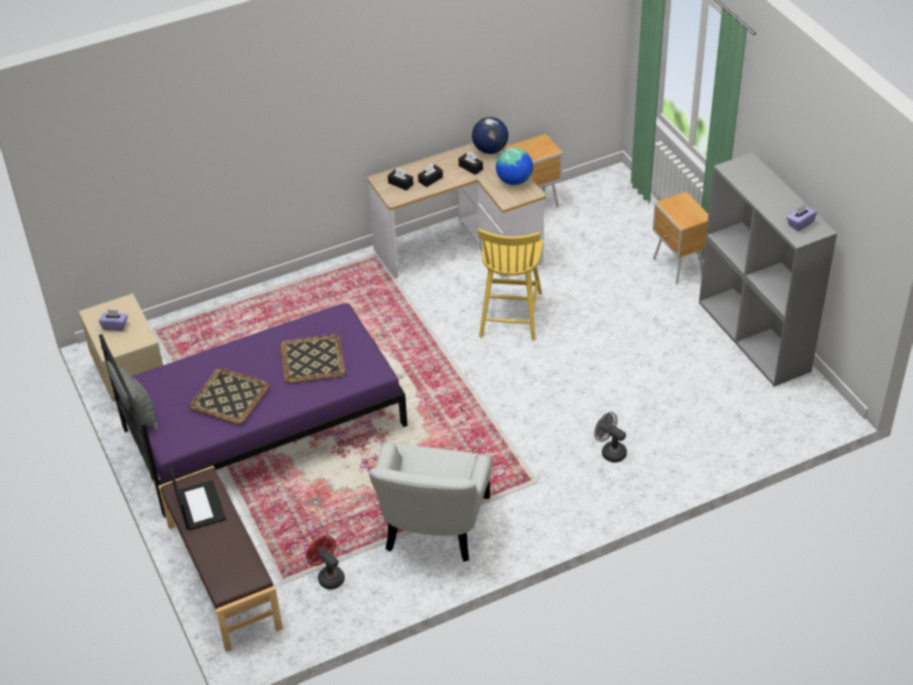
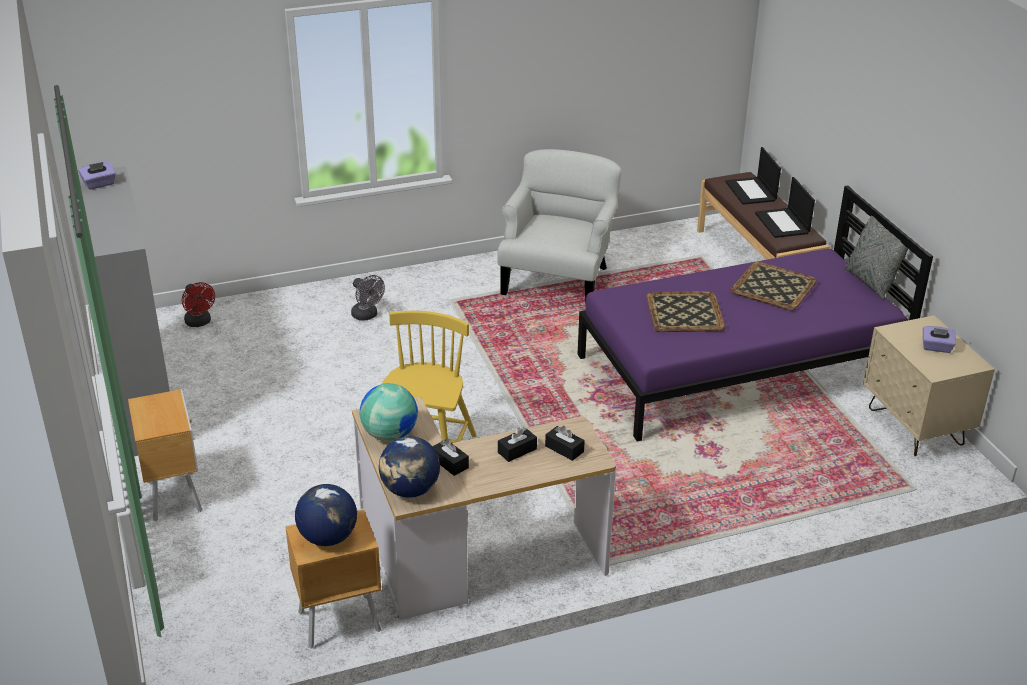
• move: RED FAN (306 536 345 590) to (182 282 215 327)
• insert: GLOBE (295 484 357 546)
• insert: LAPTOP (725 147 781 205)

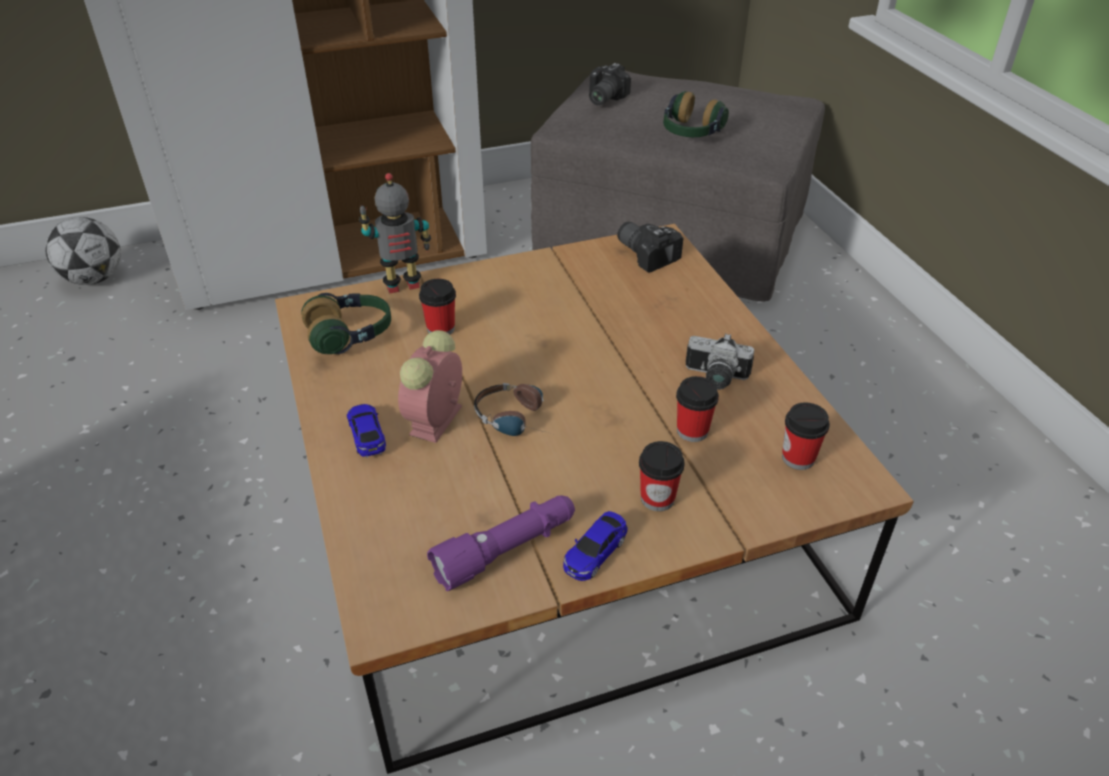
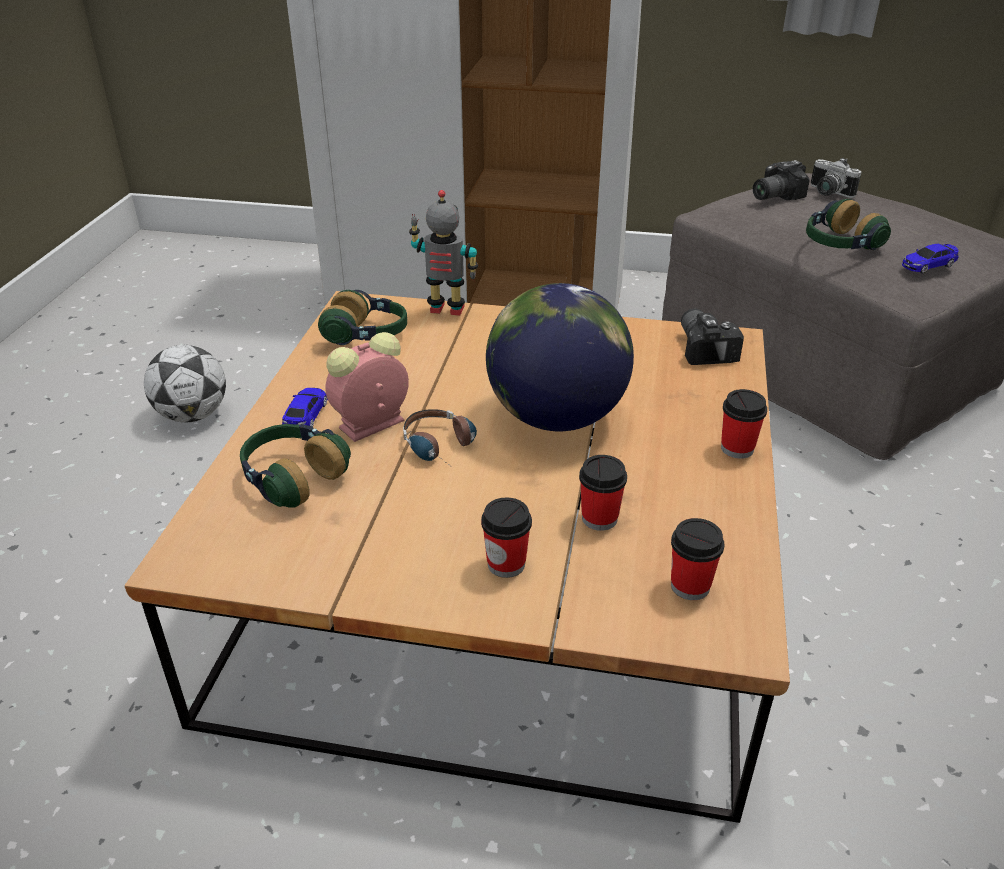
• move: FOOTBALL (45 217 121 285) to (144 345 226 422)
• insert: HEADPHONES (240 424 351 508)
• insert: GLOBE (486 283 634 431)
• move: CUP (419 279 456 335) to (721 389 767 459)
• move: PHOTO CAMERA (686 333 754 390) to (811 158 861 198)
• move: TOY CAR (563 511 628 581) to (902 244 959 273)
• delete: PURPLE FLASHLIGHT (427 496 575 591)

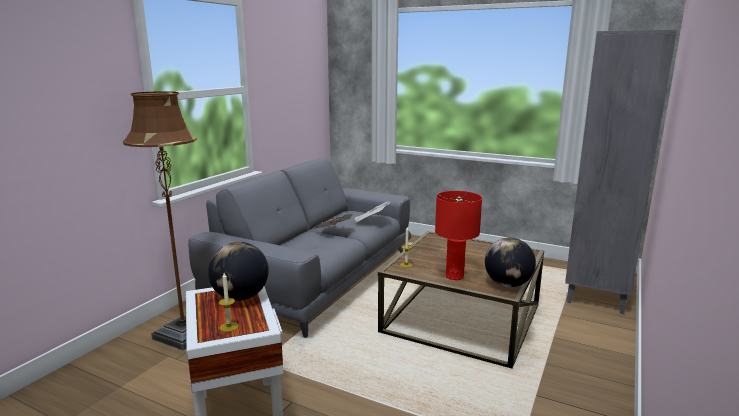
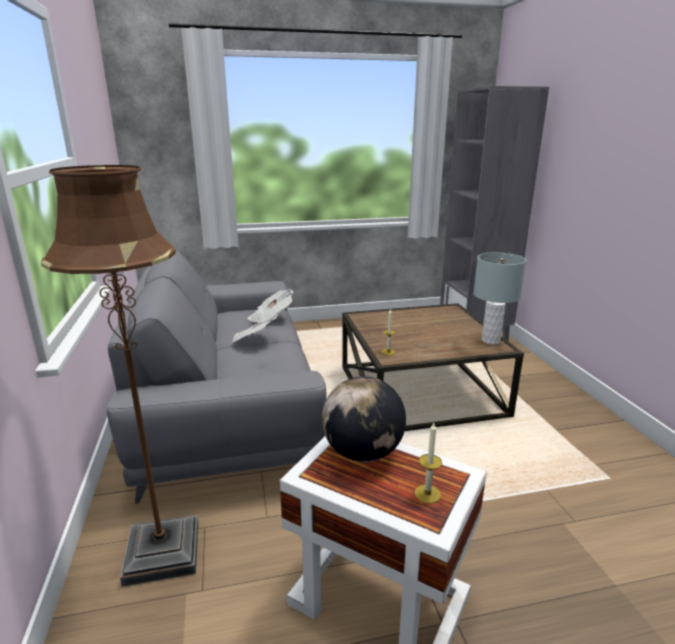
• replace: GLOBE (485 238 536 287) to GREY TABLE LAMP (473 253 526 344)
• delete: RED TABLE LAMP (435 191 482 280)

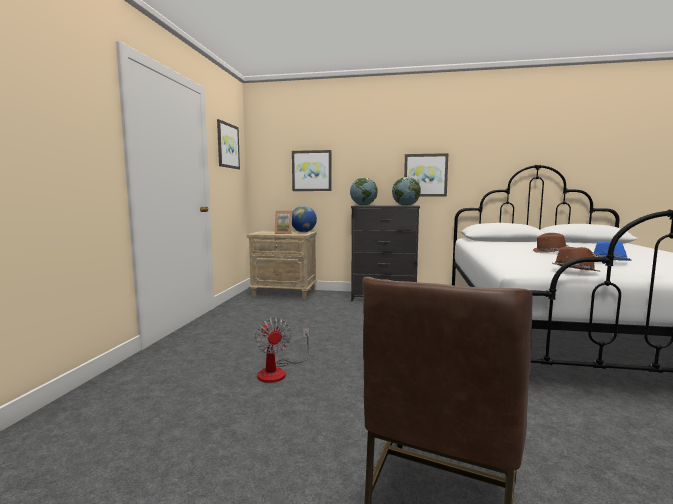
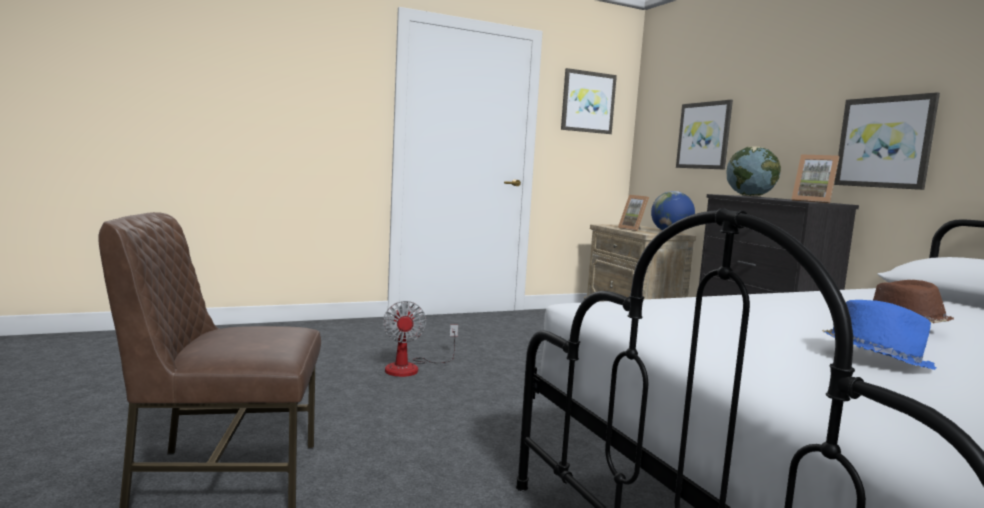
• rotate: FAN (255 318 309 383) = (383 301 458 377) 45 degrees counterclockwise
• replace: GLOBE (392 177 421 206) to PICTURE FRAME (791 154 839 203)
• delete: BROWN HAT (552 247 601 272)

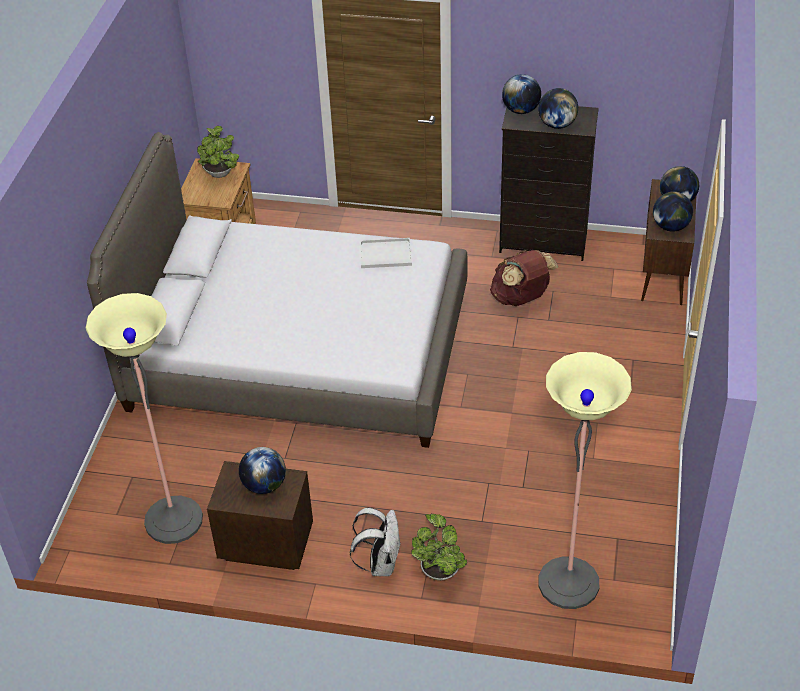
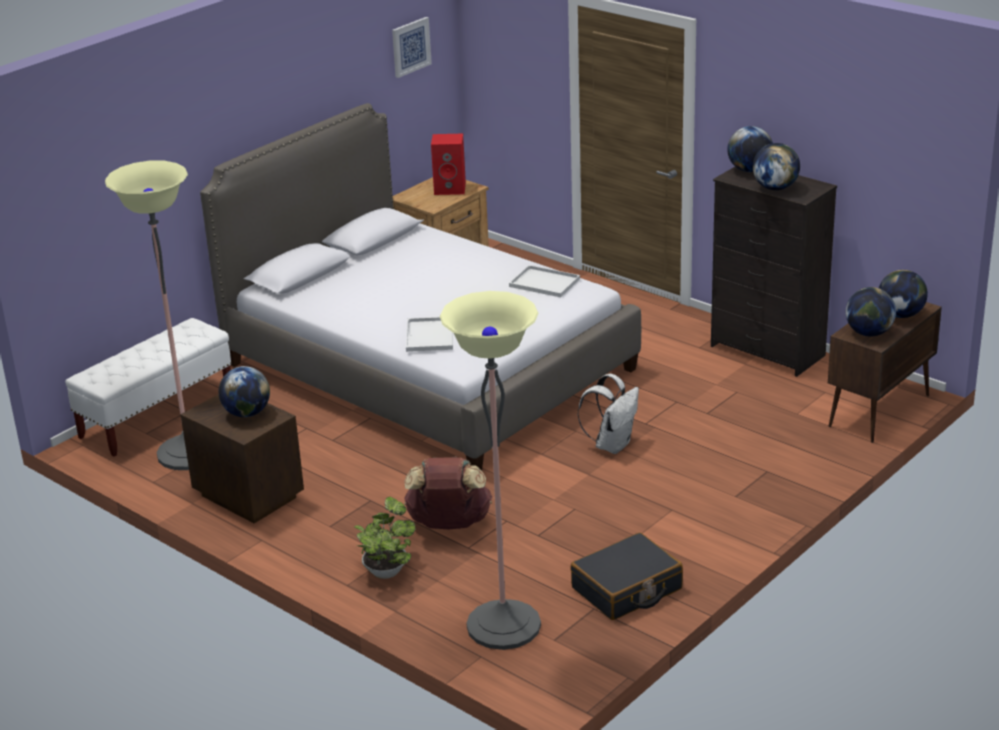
• insert: WHITE BENCH (65 318 231 457)
• insert: PICTURE (392 17 432 78)
• move: BROWN BACKPACK (490 250 558 306) to (404 456 492 529)
• insert: WHITE TRAY (406 317 453 352)
• replace: POTTED PLANT (197 126 239 178) to RED SPEAKER (431 133 466 195)
• insert: BLACK SUITCASE (571 533 683 620)
• move: WHITE BACKPACK (350 508 400 576) to (578 374 639 454)

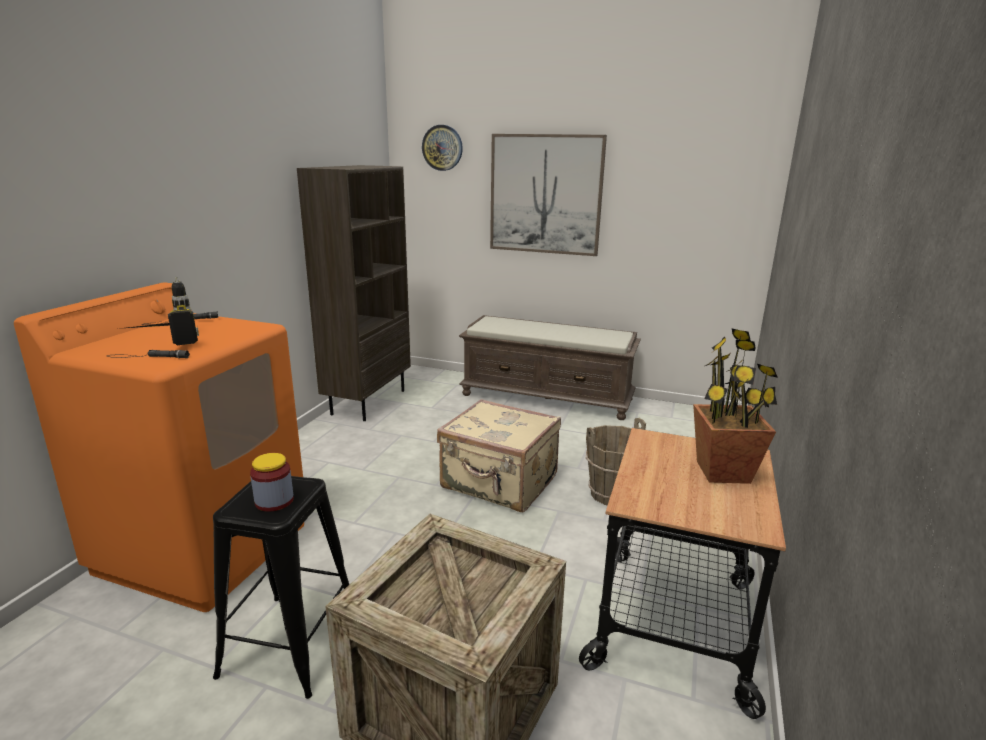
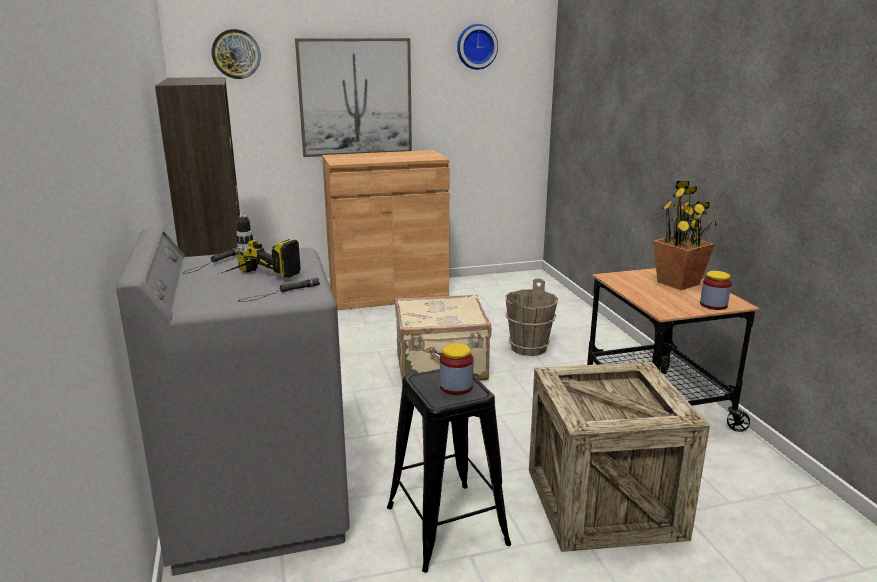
• recolor: ORANGE WASHING MACHINE (14 283 304 612) to GREY WASHING MACHINE (116 228 350 576)
• replace: BROWN BENCH (459 315 641 420) to BROWN CABINET (322 150 450 310)
• insert: WALL CLOCK (457 24 498 70)
• insert: JAR (700 271 731 310)

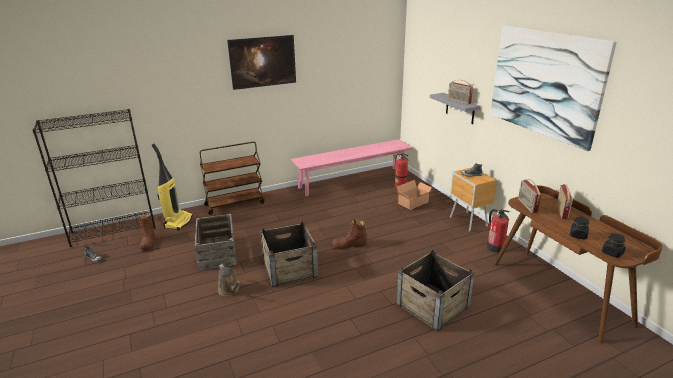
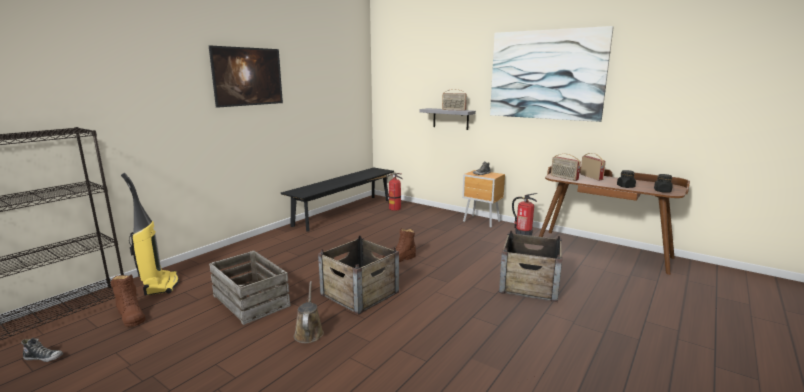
• recolor: PINK BENCH (290 139 413 197) to BLACK BENCH (281 168 394 232)
• rotate: BROWN WATERING CAN (218 264 240 296) = (294 281 324 343) 120 degrees counterclockwise
• delete: BROWN CART (200 142 265 215)
• delete: CARDBOARD BOX (397 180 433 210)

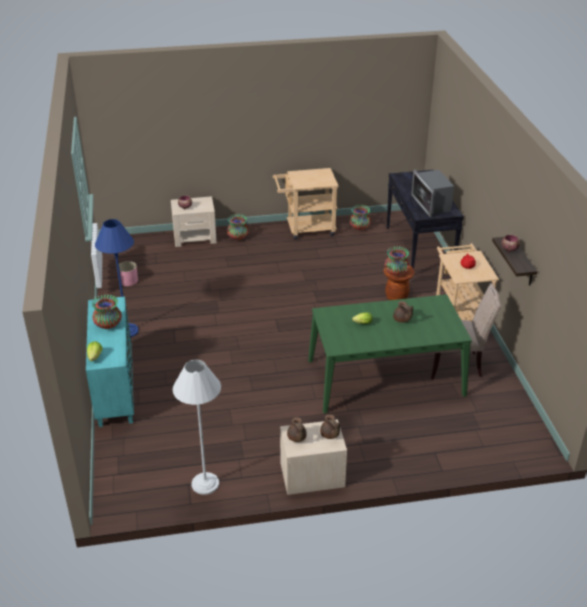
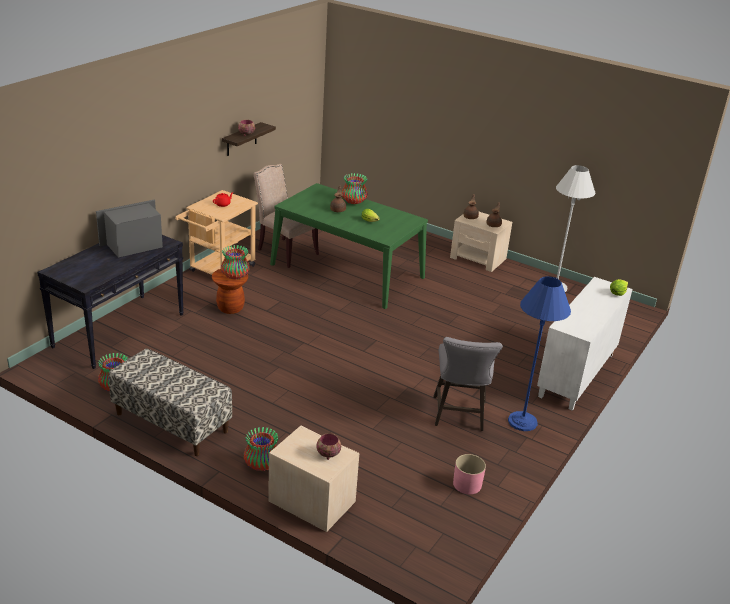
• rotate: MICROWAVE (411 169 454 218) = (96 200 163 258) 150 degrees counterclockwise
• replace: BEIGE CART (273 168 339 240) to BENCH (108 349 232 456)
• move: VASE (91 294 122 329) to (342 173 368 204)
• insert: GREY STOOL (433 337 503 431)
• recolor: TURQUOISE CABINET (86 297 134 427) to WHITE CABINET (537 277 633 411)

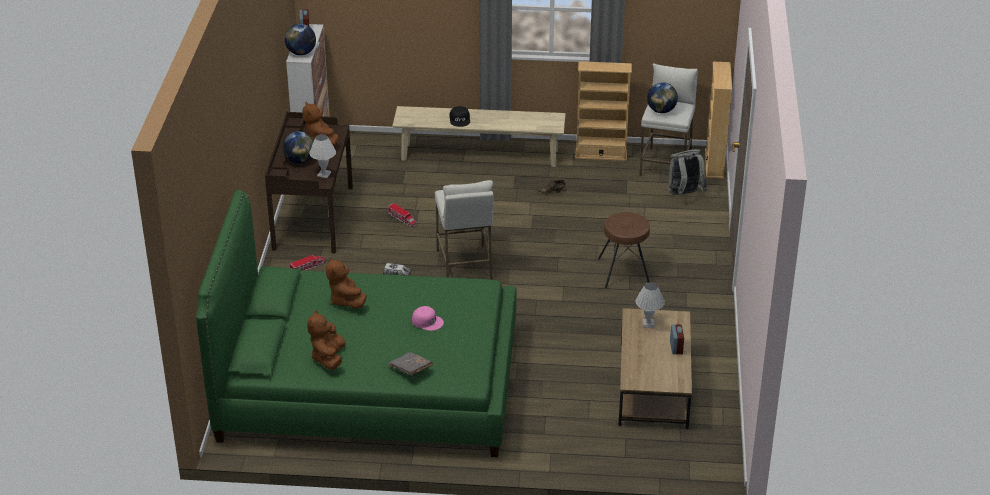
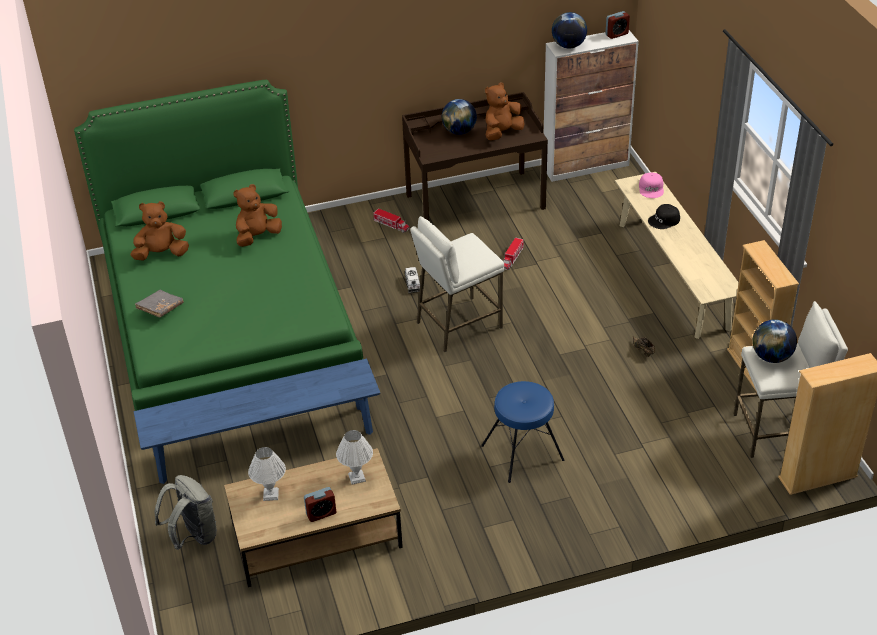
• insert: BLUE BENCH (134 359 380 484)
• move: GREY BACKPACK (668 149 707 196) to (155 475 217 550)
• move: WHITE TABLE LAMP (309 134 336 178) to (248 447 286 501)
• recolor: BROWN STOOL (598 212 650 288) to BLUE STOOL (481 381 564 483)
• move: PINK CAP (412 306 444 331) to (639 173 664 198)

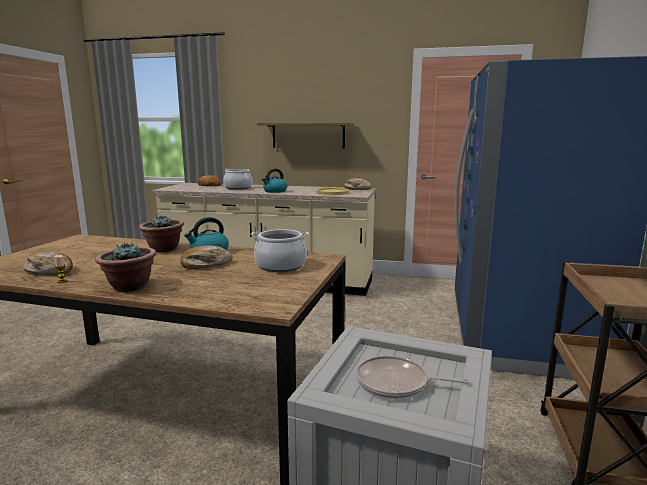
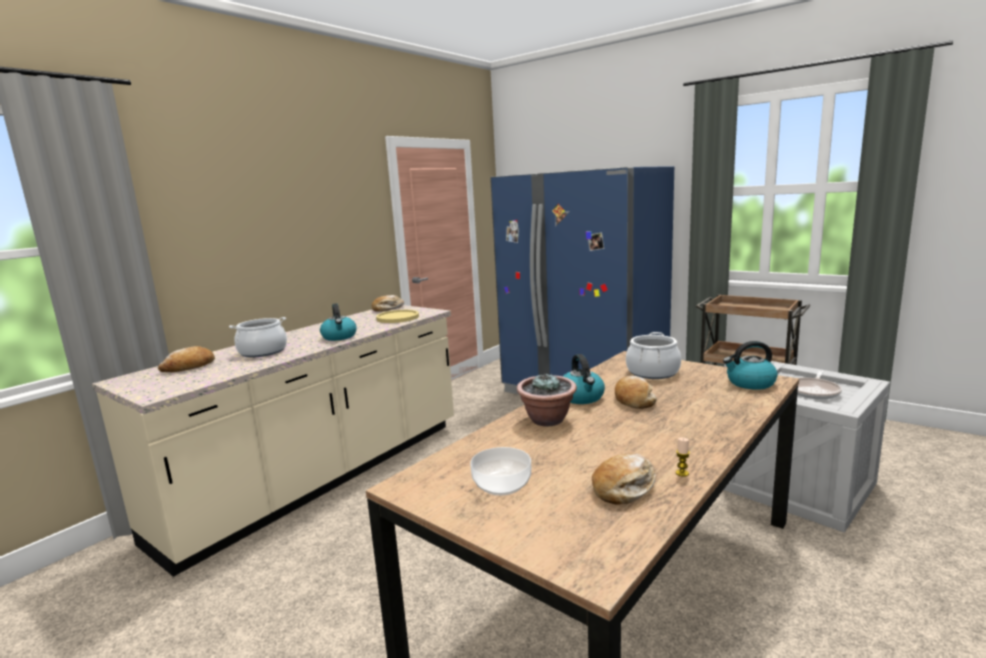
• insert: BOWL (470 447 531 496)
• insert: KETTLE (723 341 778 390)
• delete: POTTED PLANT (95 242 156 292)
• delete: SHELF (257 123 354 149)

